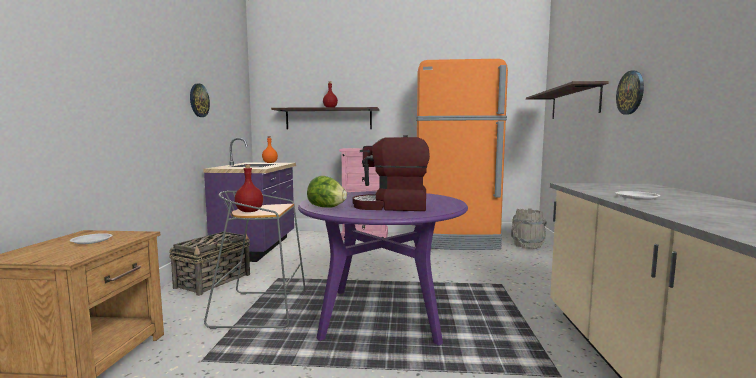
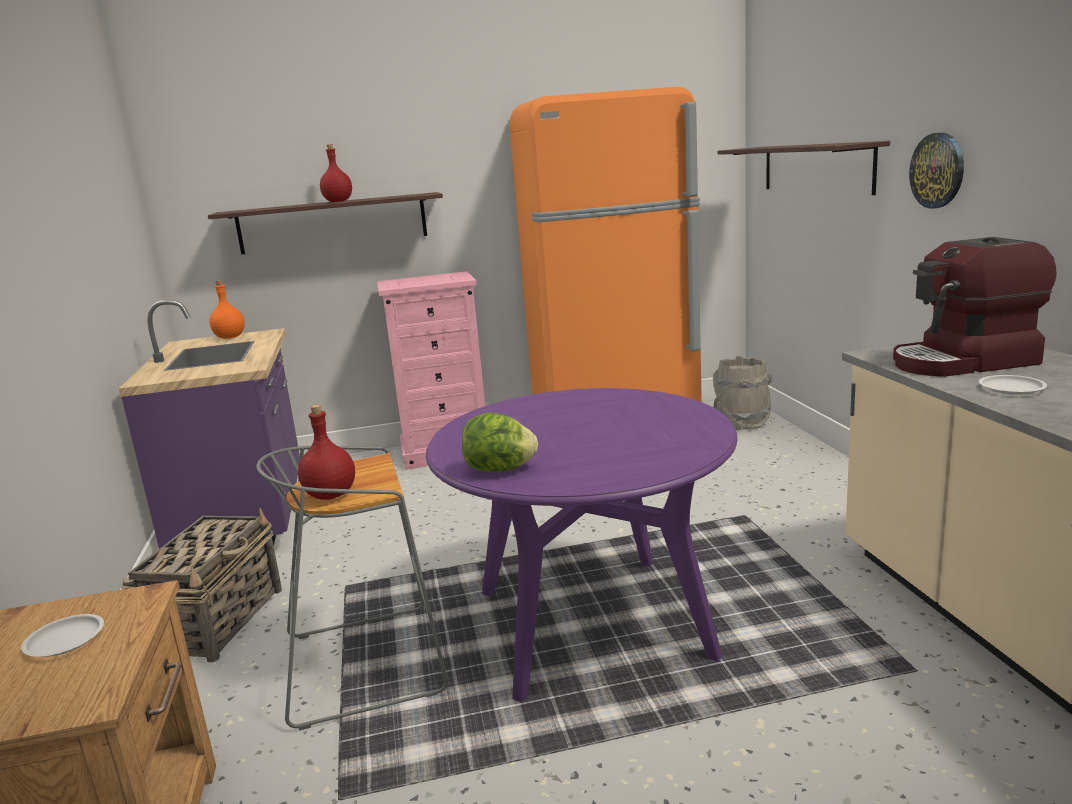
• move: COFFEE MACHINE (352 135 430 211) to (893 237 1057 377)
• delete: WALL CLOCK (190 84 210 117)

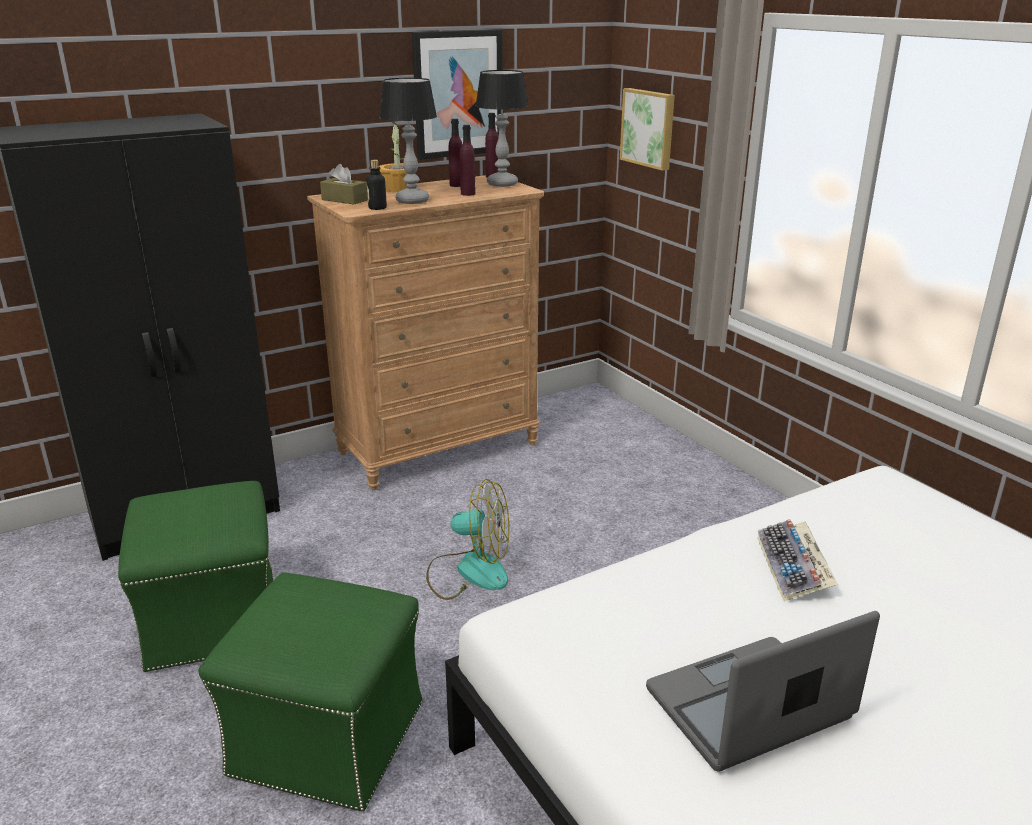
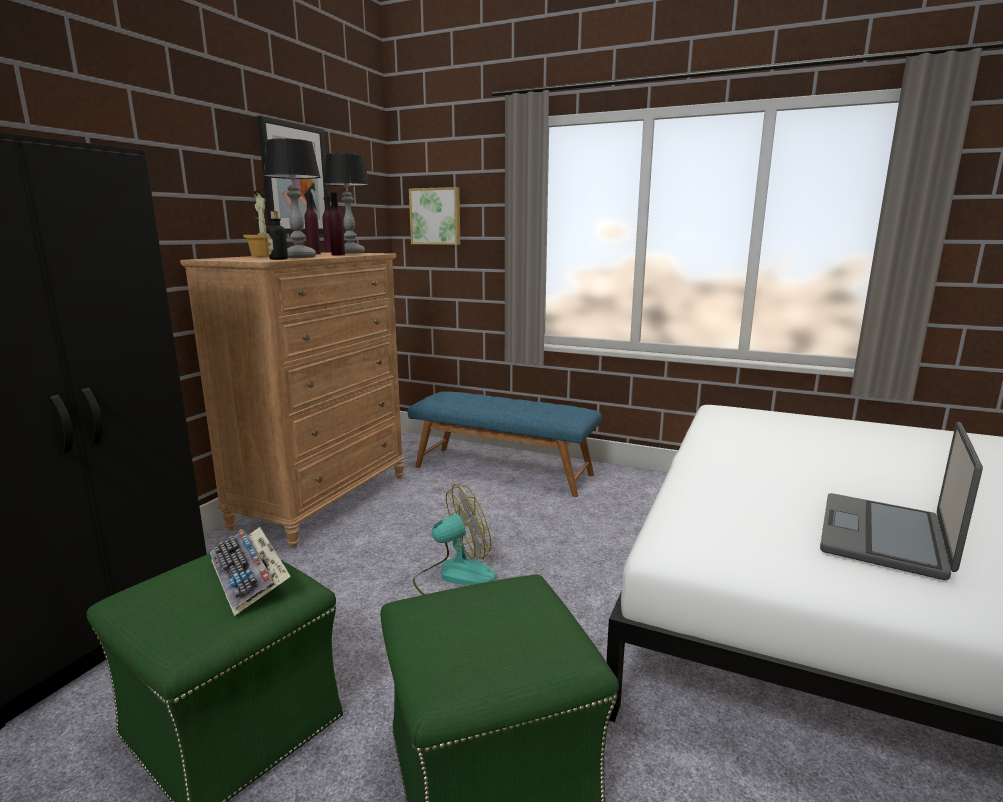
• move: KEYBOARD (757 519 837 601) to (210 527 291 616)
• insert: BLUE BENCH (407 391 602 497)
• delete: BROWN TISSUE BOX (320 164 368 205)

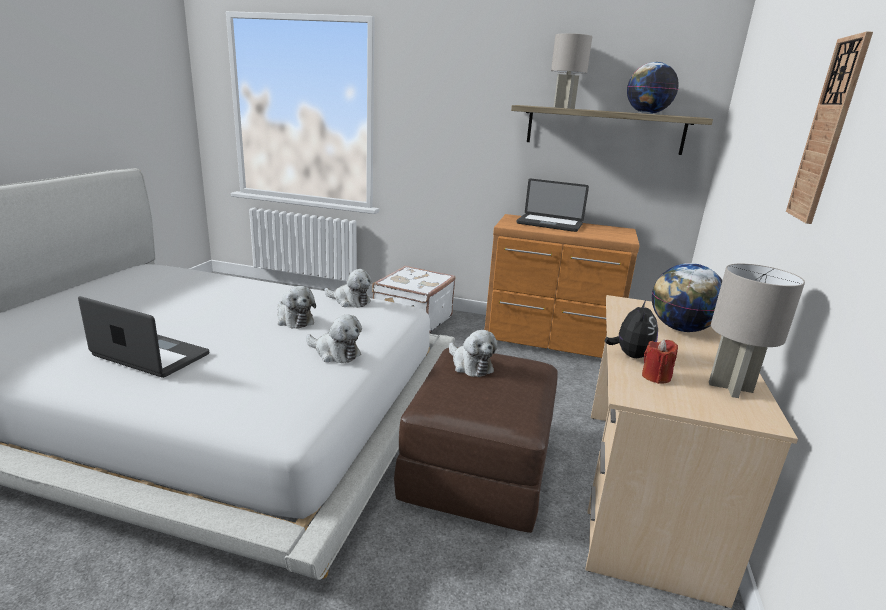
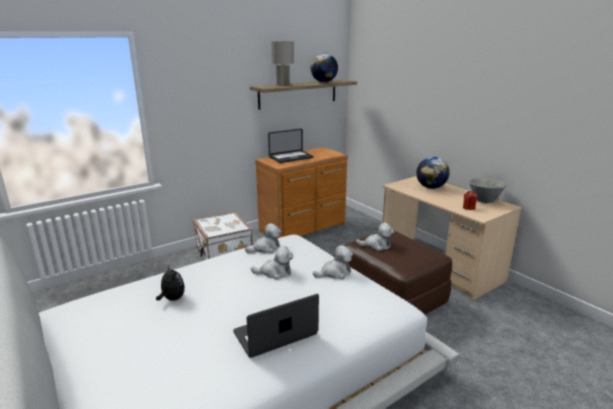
• move: PLUSH TOY (604 299 658 358) to (156 265 185 301)
• replace: GREY TABLE LAMP (709 264 805 398) to GREY BOWL (469 178 506 203)
• delete: WALL CLOCK (786 32 873 224)

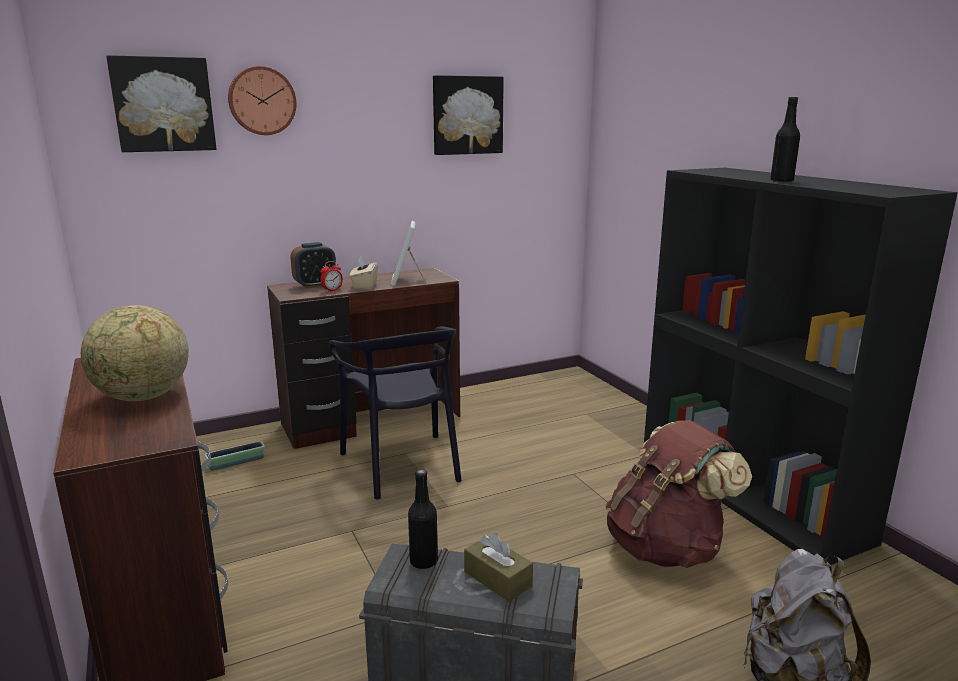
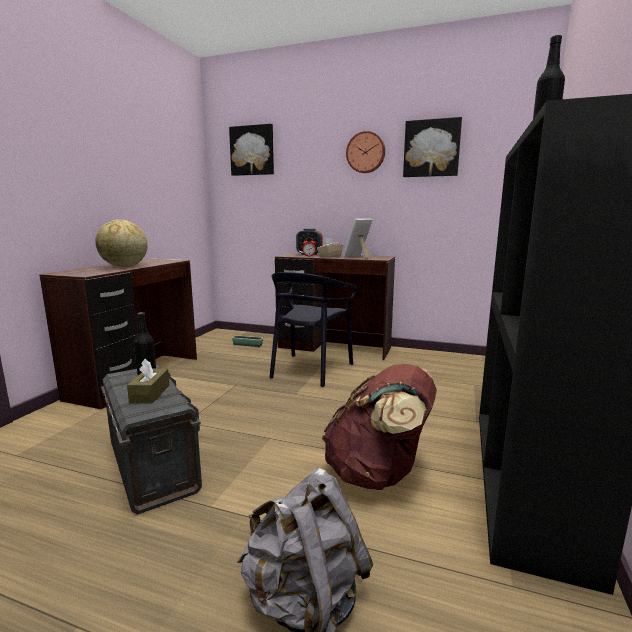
• move: WALL CLOCK (228 66 297 135) to (346 131 385 173)

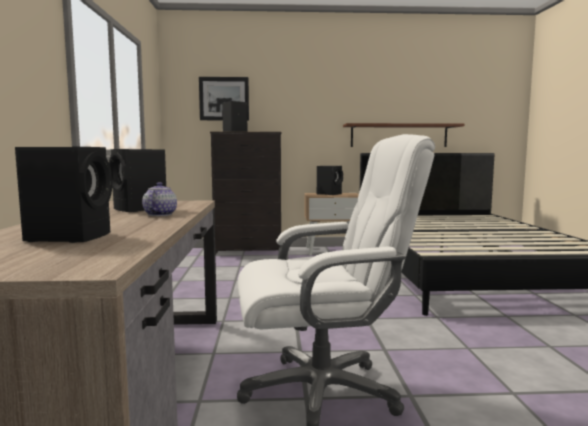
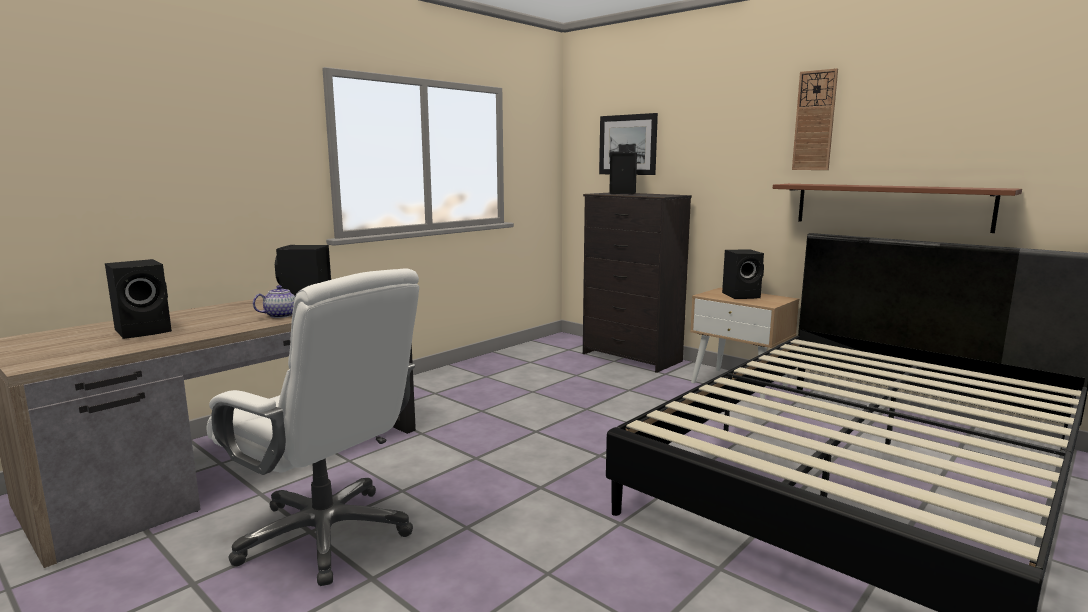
• insert: WALL CLOCK (792 68 838 170)

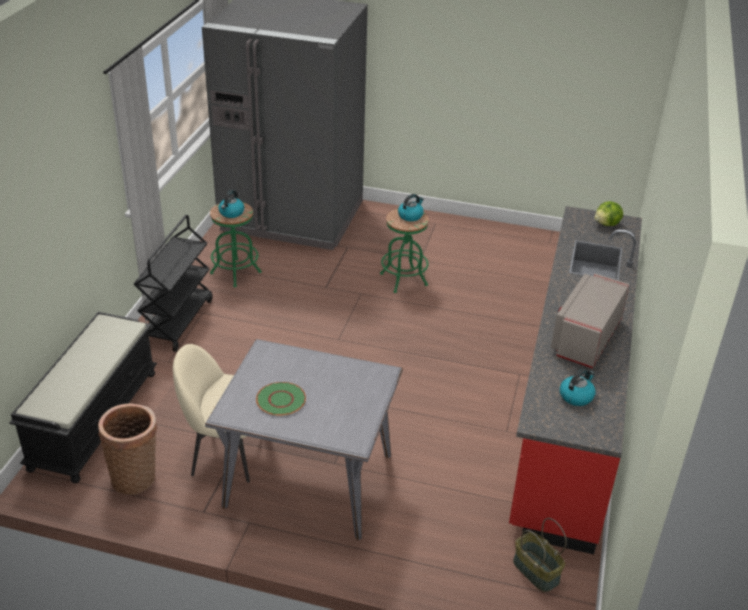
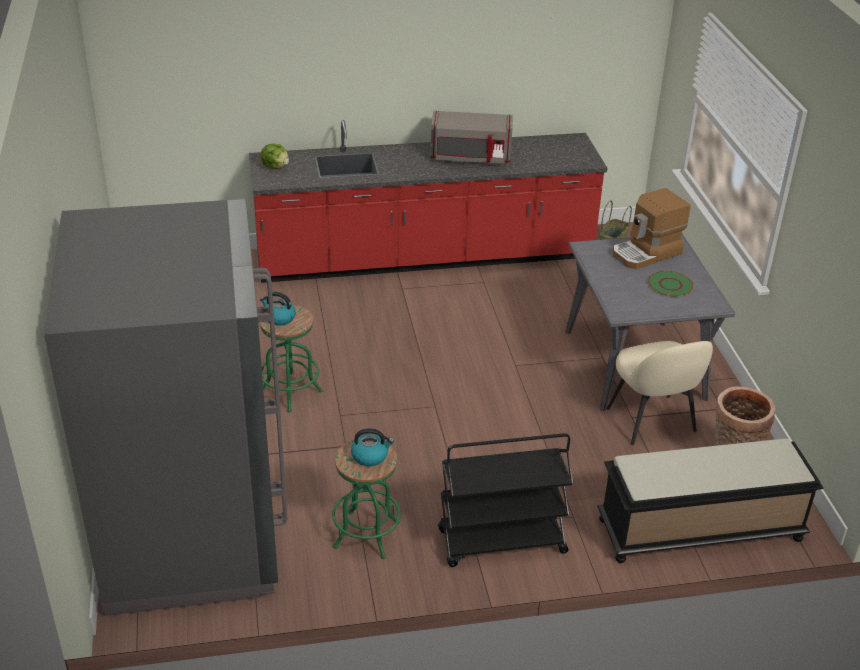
• insert: COFFEE MACHINE (613 188 690 269)
• delete: KETTLE (560 369 595 406)

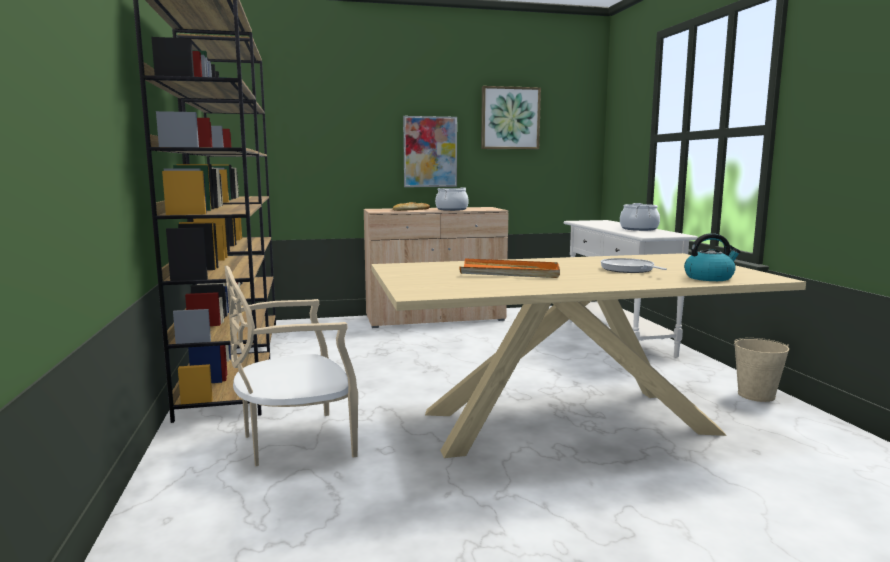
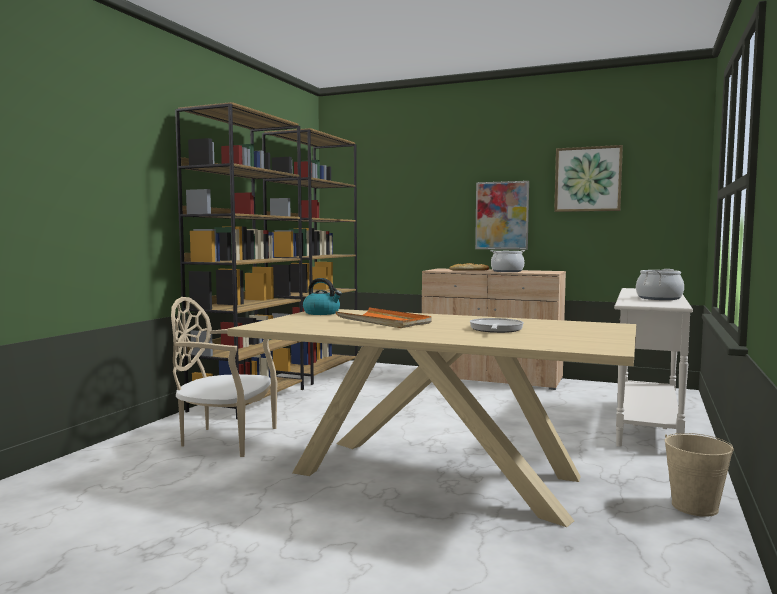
• move: KETTLE (684 233 741 281) to (303 278 342 315)

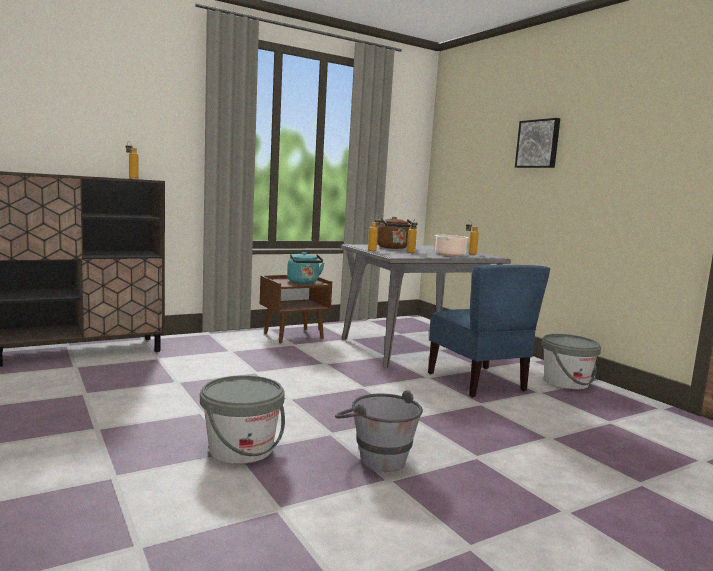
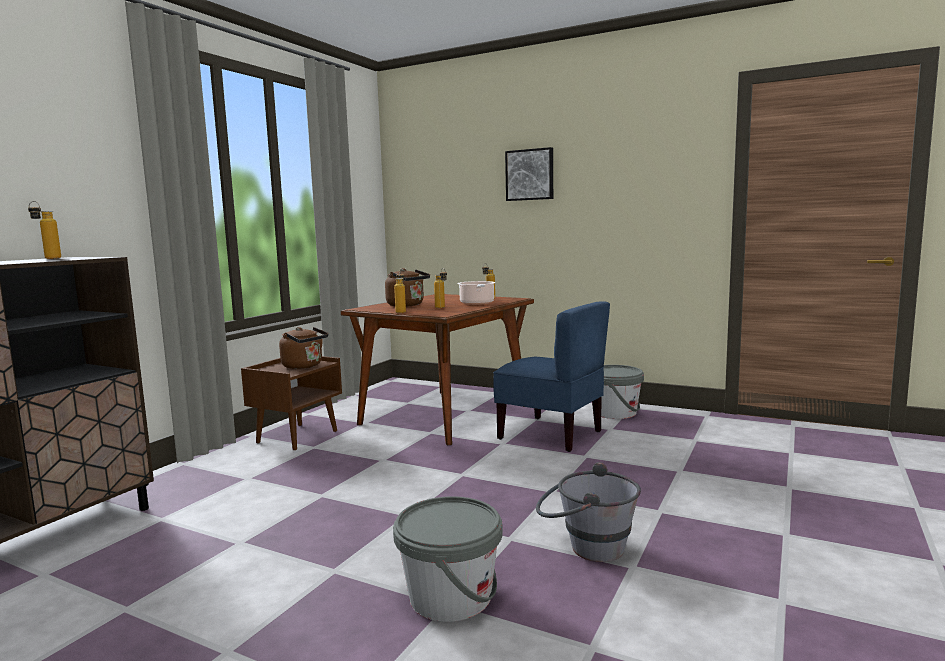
• recolor: TURQUOISE KETTLE (287 252 325 284) to BROWN KETTLE (279 327 328 369)
• recolor: GREY DINING TABLE (341 244 511 368) to BROWN DINING TABLE (341 294 534 445)

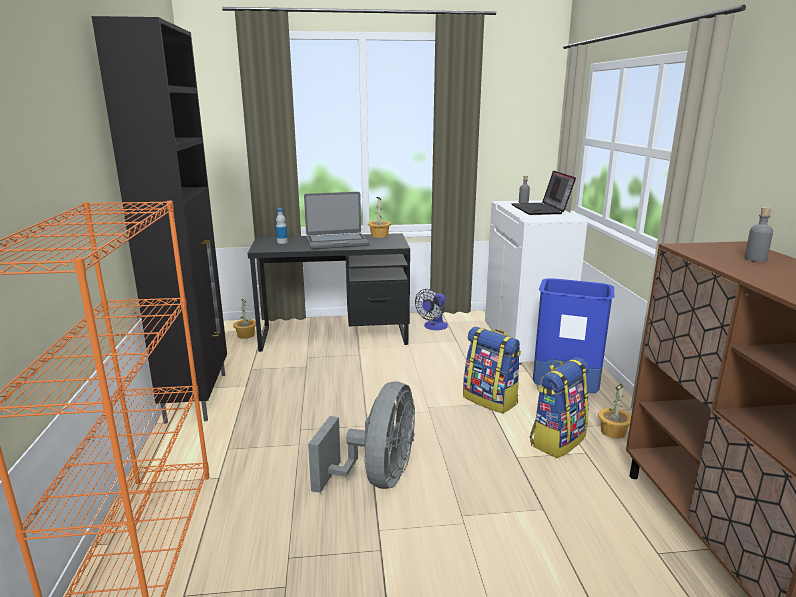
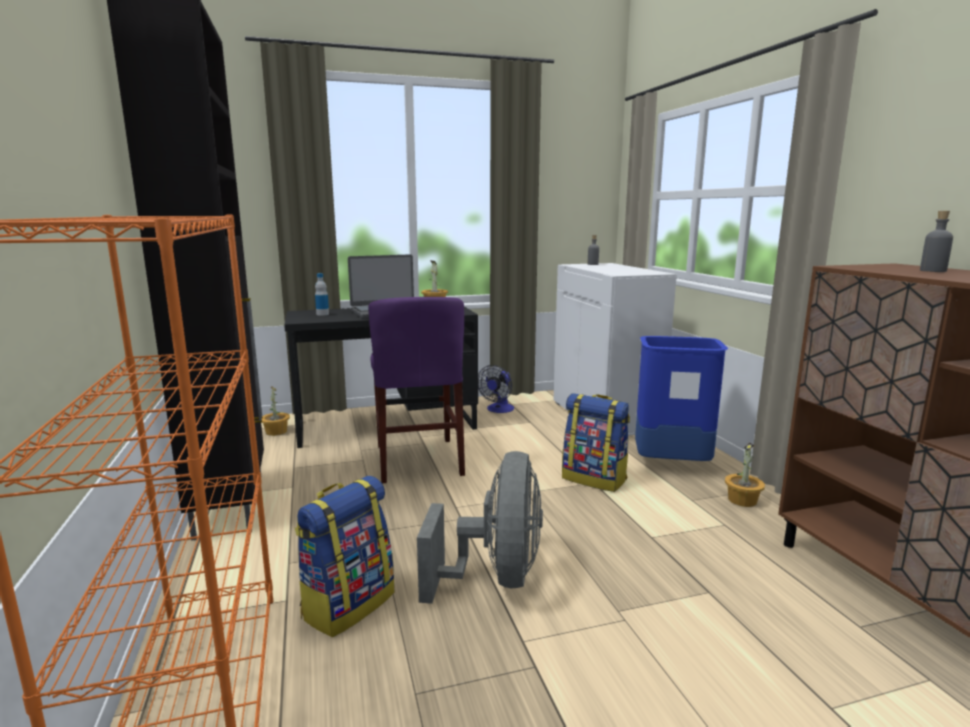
• move: BACKPACK (530 358 589 458) to (295 476 394 638)
• insert: PURPLE CHAIR (368 297 465 483)
• delete: LAPTOP (511 171 576 215)

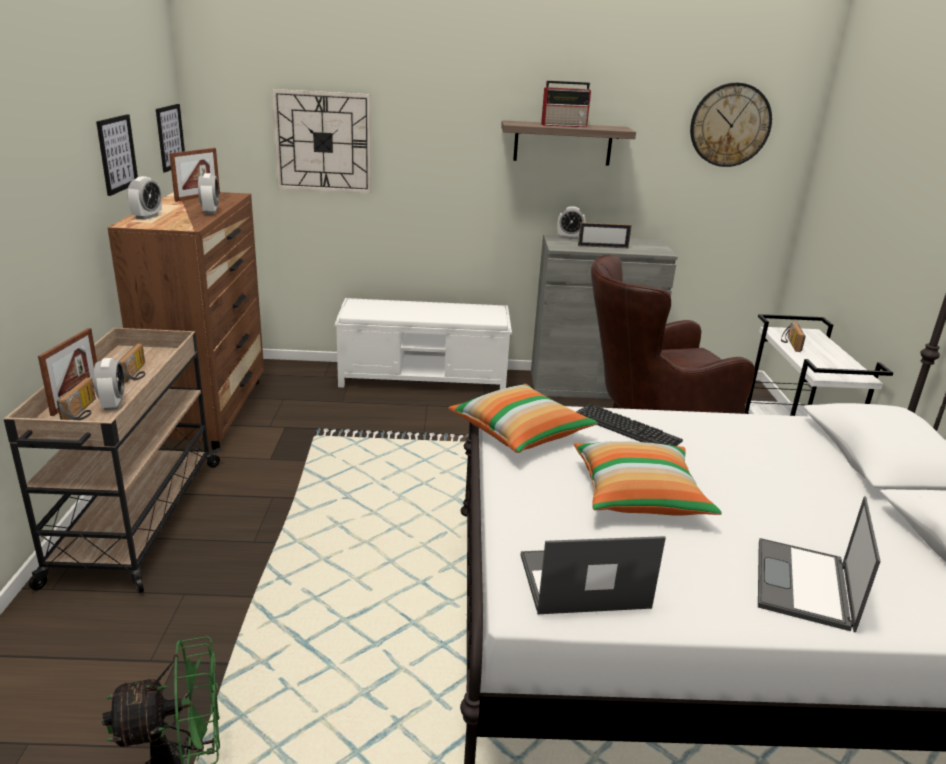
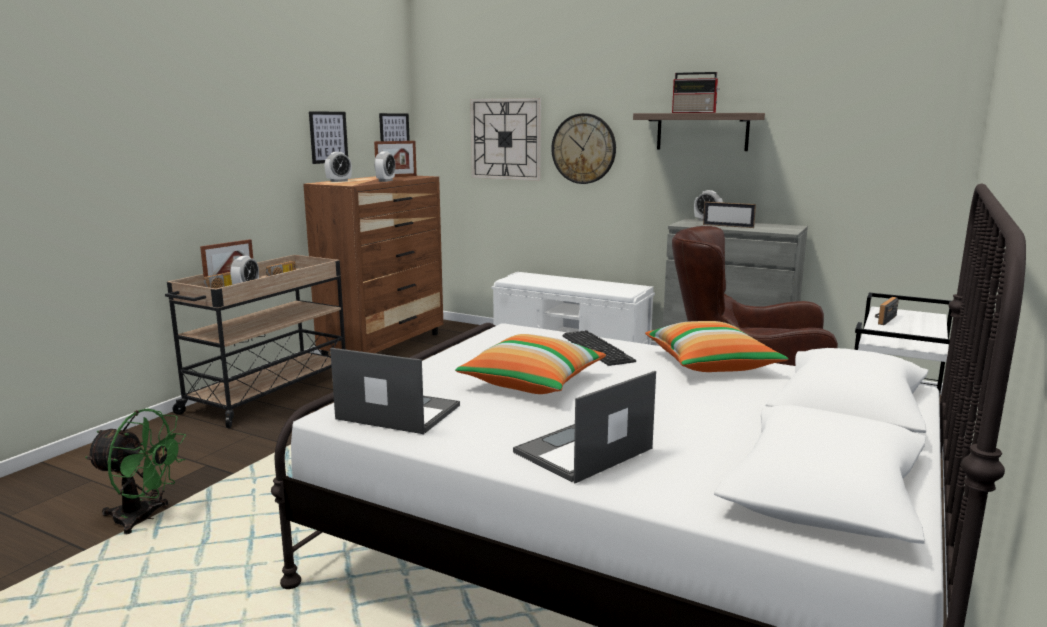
• move: WALL CLOCK (690 83 772 167) to (551 113 616 184)
• move: PILLOW (448 384 598 453) to (645 321 788 372)

